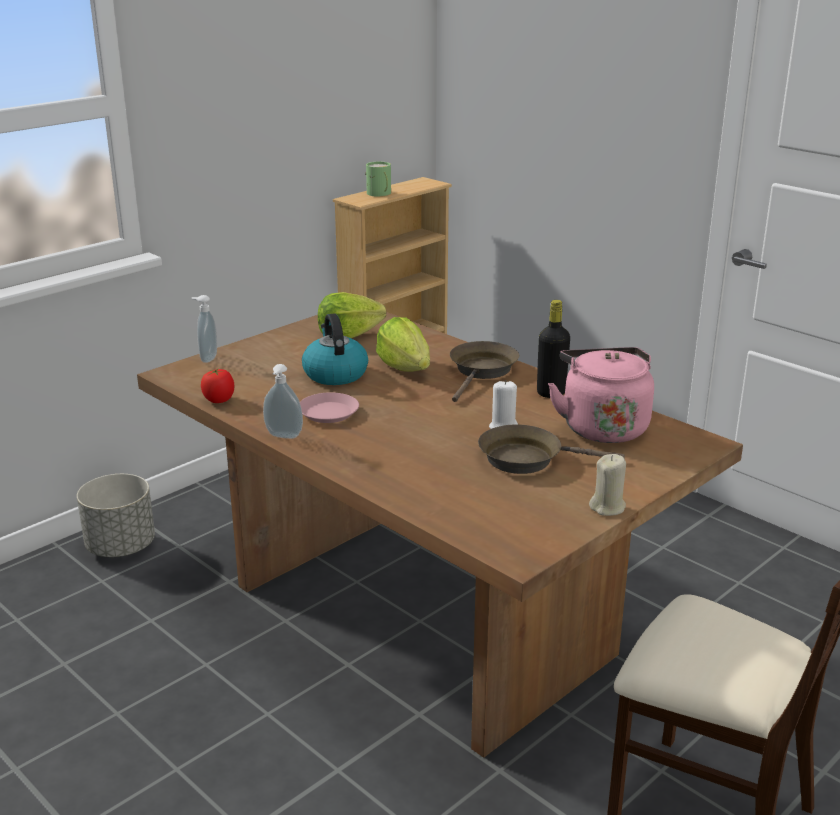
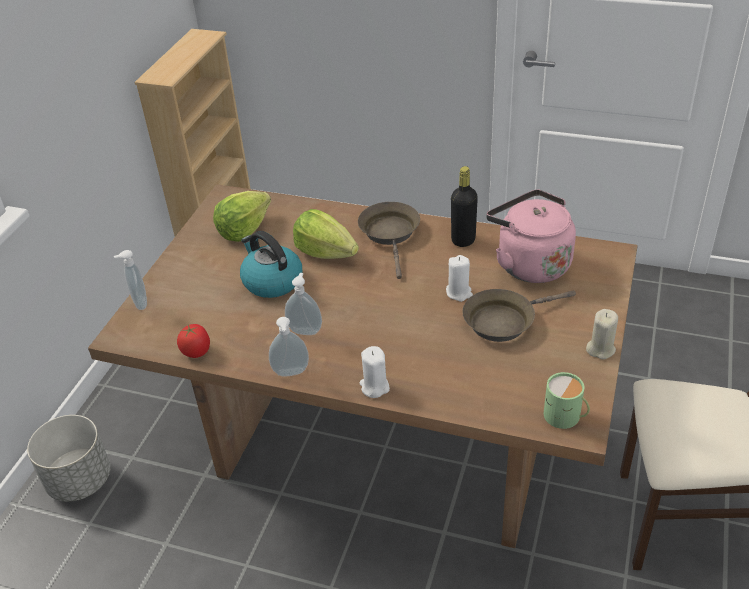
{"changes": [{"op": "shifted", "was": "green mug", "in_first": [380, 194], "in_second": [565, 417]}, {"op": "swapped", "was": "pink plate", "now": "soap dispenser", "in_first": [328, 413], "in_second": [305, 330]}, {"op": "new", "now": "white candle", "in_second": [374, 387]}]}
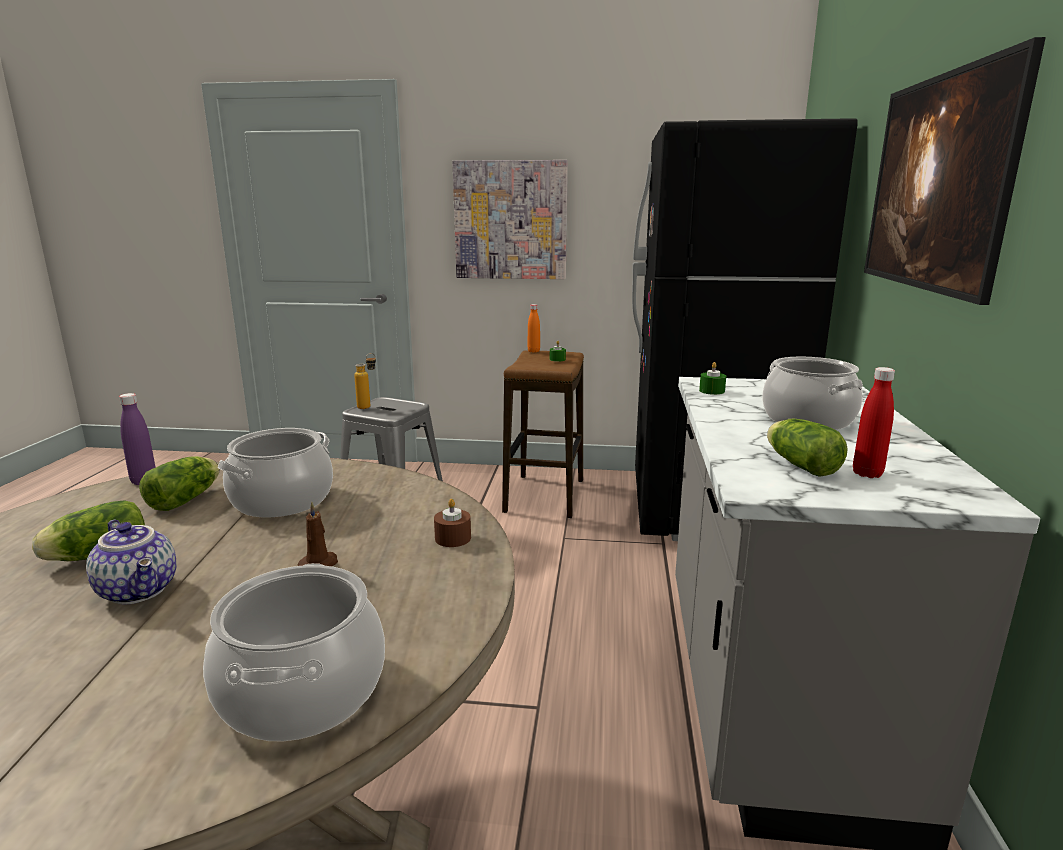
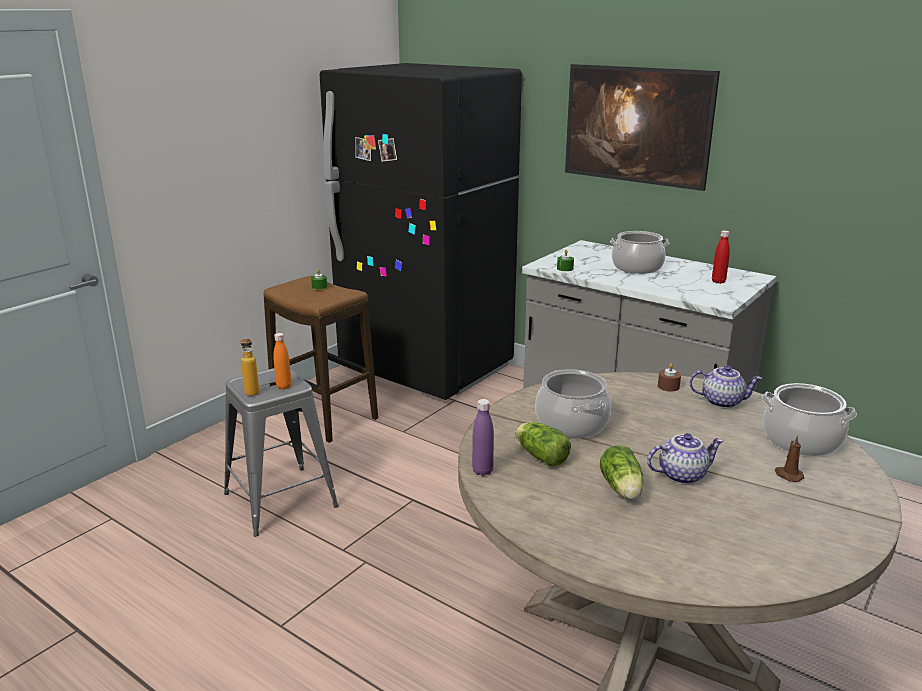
{"changes": [{"op": "gone", "was": "picture", "in_first": [510, 220]}, {"op": "shifted", "was": "orange bottle", "in_first": [533, 351], "in_second": [284, 386]}, {"op": "gone", "was": "lettuce", "in_first": [799, 465]}, {"op": "shifted", "was": "brown candle", "in_first": [320, 564], "in_second": [788, 475]}, {"op": "new", "now": "teapot", "in_second": [722, 401]}]}
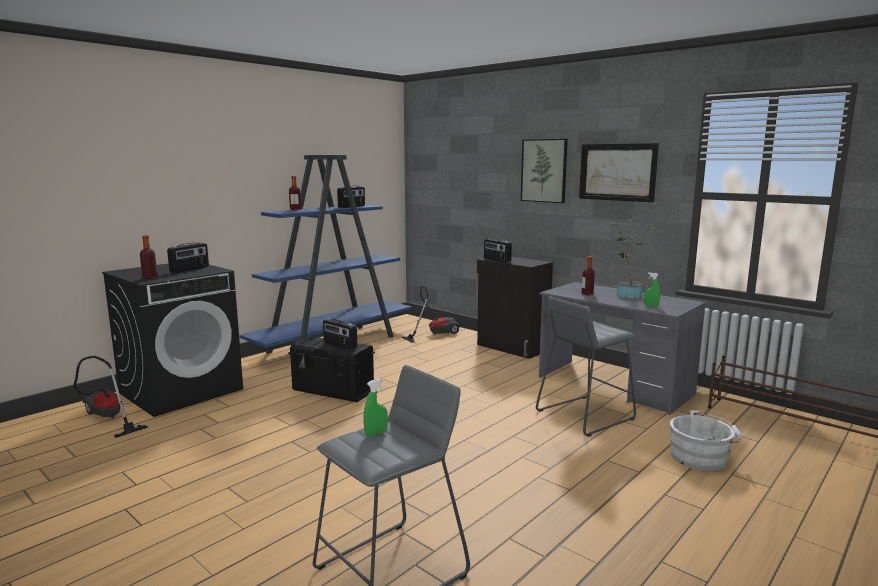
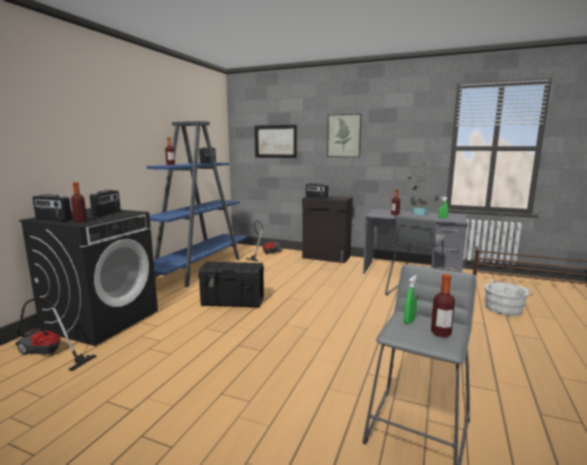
{"changes": [{"op": "shifted", "was": "picture", "in_first": [617, 172], "in_second": [275, 141]}, {"op": "shifted", "was": "radio", "in_first": [339, 345], "in_second": [53, 219]}, {"op": "new", "now": "bottle", "in_second": [441, 333]}]}
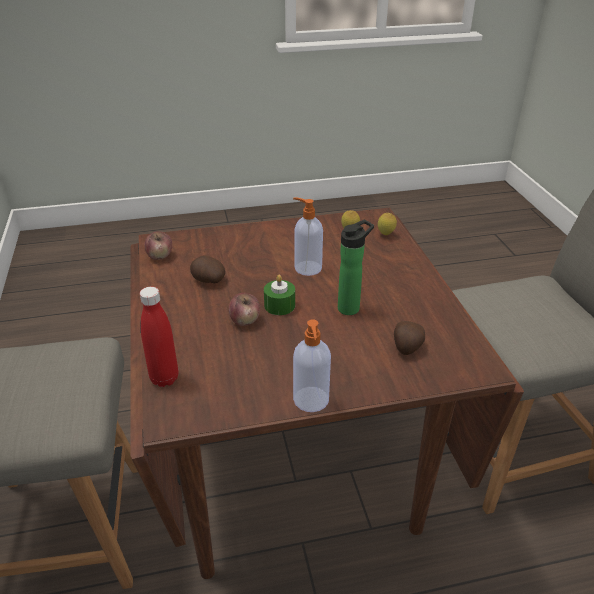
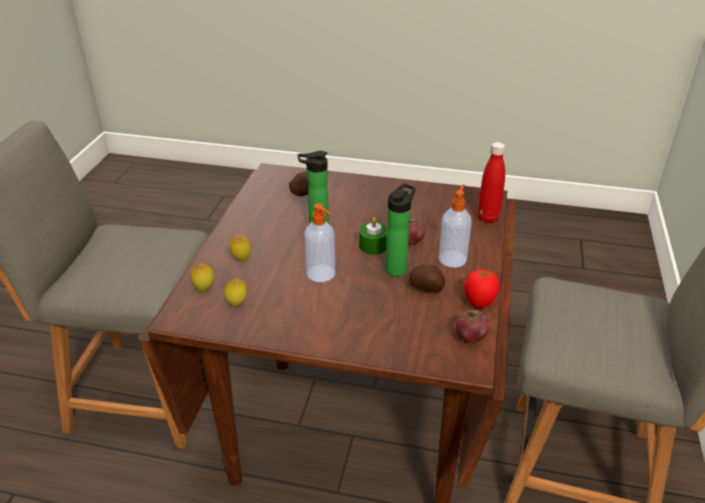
{"changes": [{"op": "shifted", "was": "soap dispenser", "in_first": [311, 400], "in_second": [452, 258]}, {"op": "new", "now": "bottle", "in_second": [398, 268]}, {"op": "new", "now": "lemon", "in_second": [241, 259]}, {"op": "new", "now": "tomato", "in_second": [479, 303]}]}
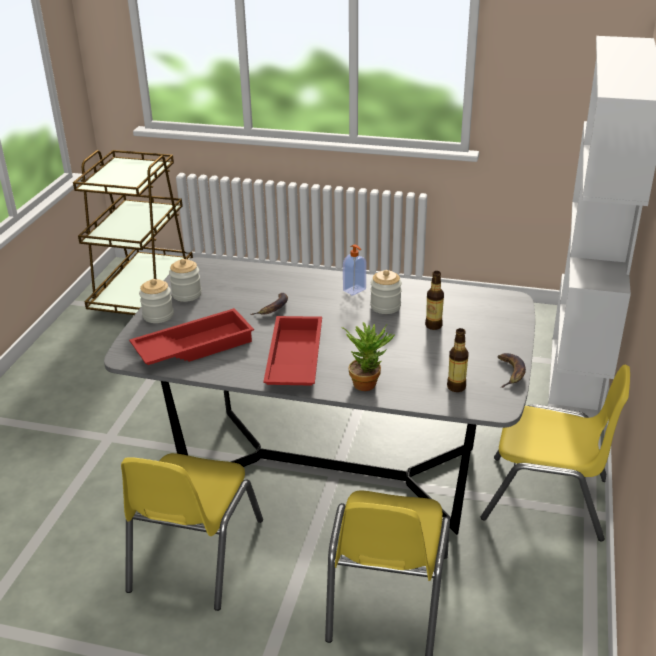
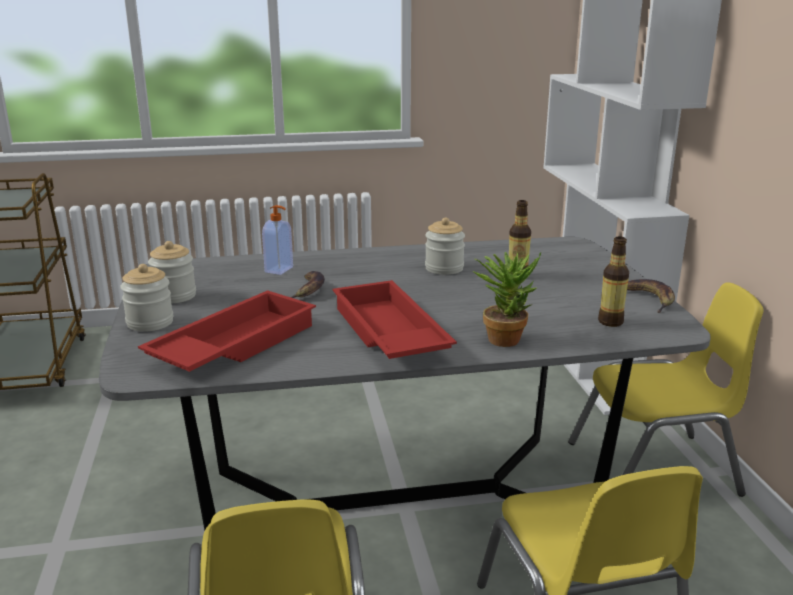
{"changes": [{"op": "shifted", "was": "soap dispenser", "in_first": [355, 290], "in_second": [280, 270]}]}
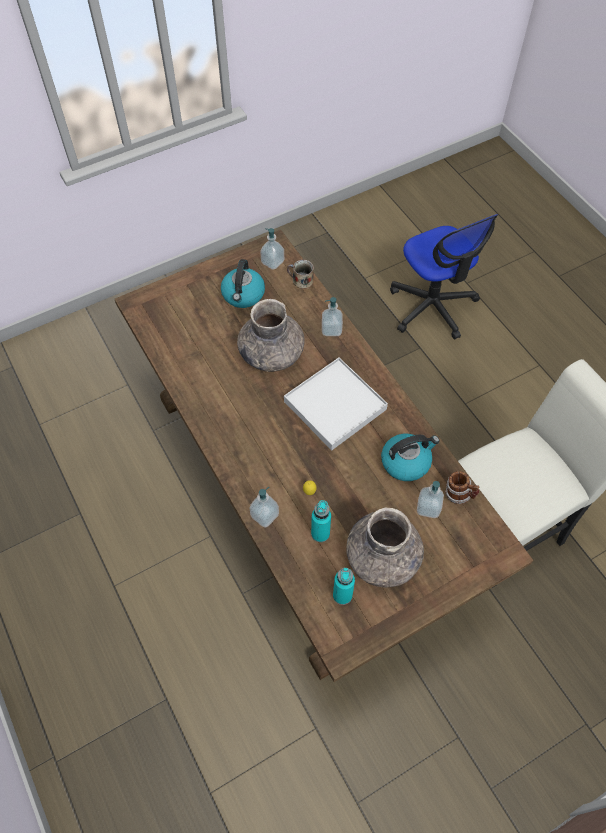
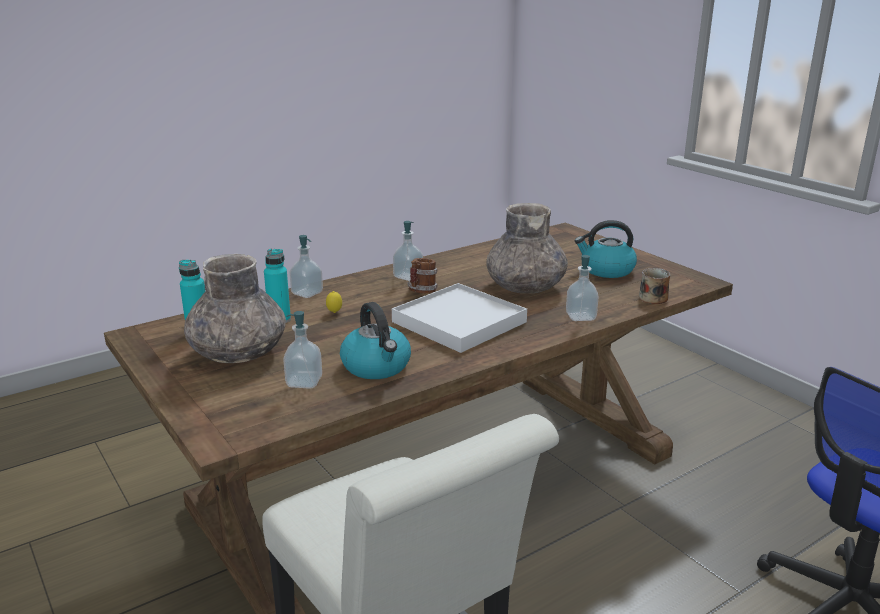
{"changes": [{"op": "shifted", "was": "soap dispenser", "in_first": [272, 262], "in_second": [408, 276]}, {"op": "shifted", "was": "mug", "in_first": [459, 494], "in_second": [422, 292]}]}
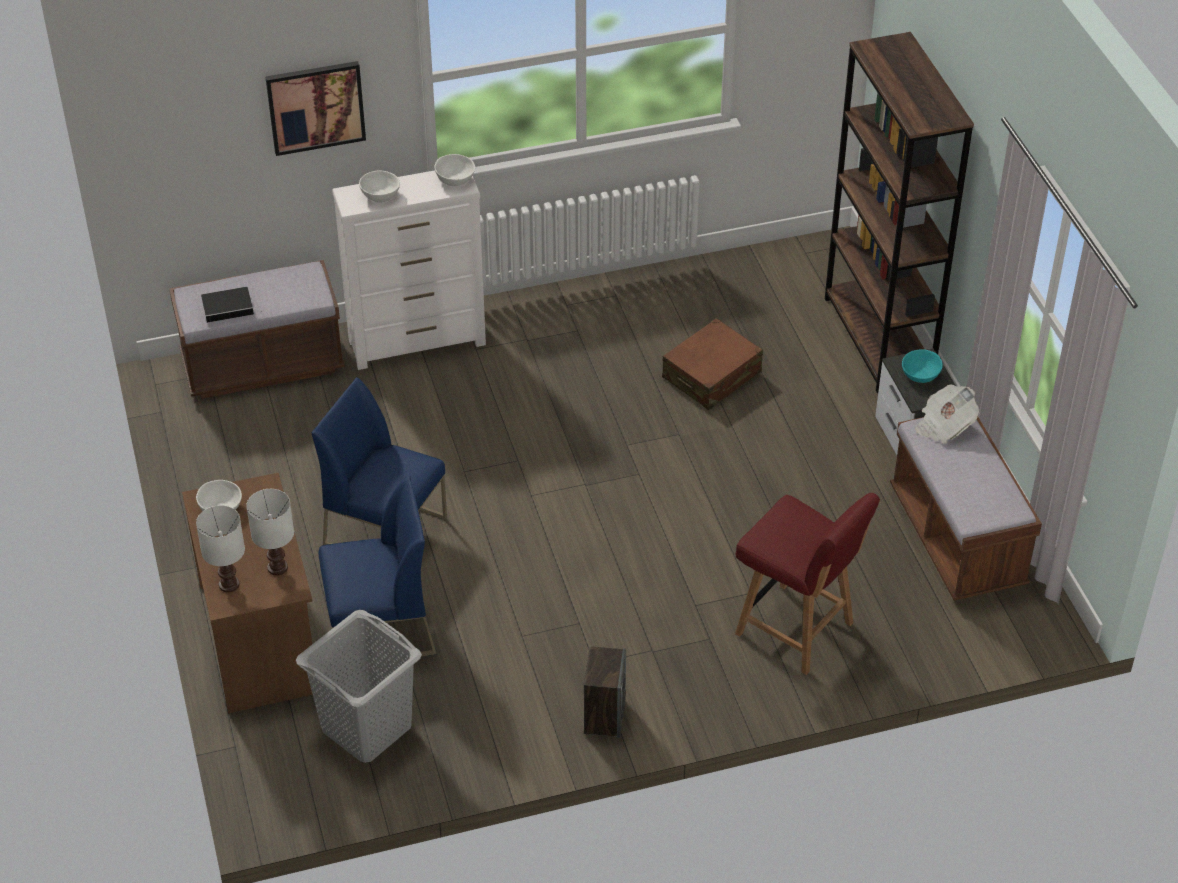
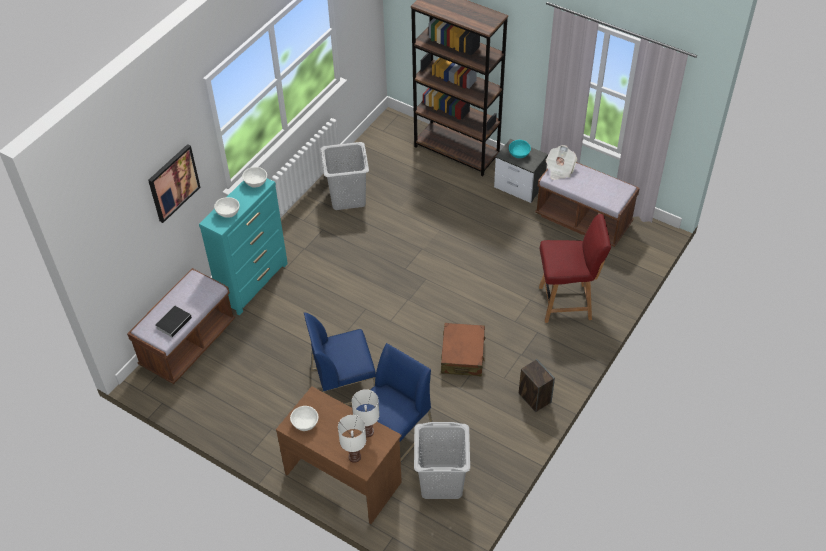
{"changes": [{"op": "repainted", "was": "white dresser", "now": "turquoise dresser", "in_first": [418, 343], "in_second": [254, 283]}, {"op": "shifted", "was": "brown suitcase", "in_first": [712, 375], "in_second": [462, 355]}, {"op": "new", "now": "grey laundry basket", "in_second": [348, 198]}]}
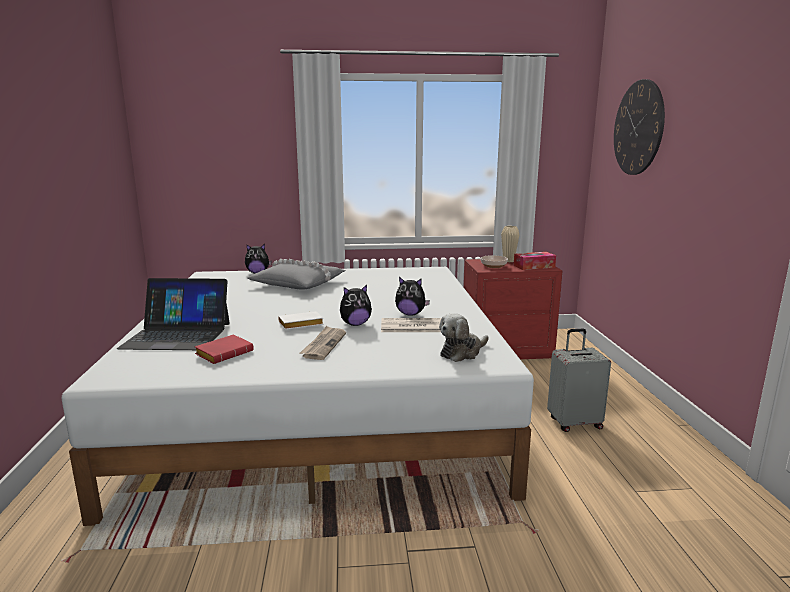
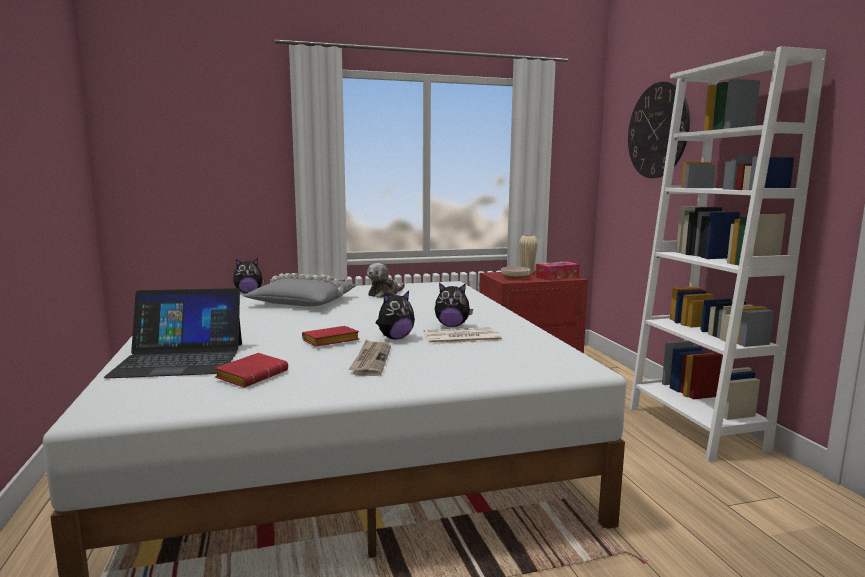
{"changes": [{"op": "repainted", "was": "white book", "now": "red book", "in_first": [300, 325], "in_second": [330, 342]}, {"op": "shifted", "was": "plush toy", "in_first": [462, 352], "in_second": [385, 294]}, {"op": "gone", "was": "grey suitcase", "in_first": [574, 423]}, {"op": "new", "now": "white bookcase", "in_second": [695, 428]}]}
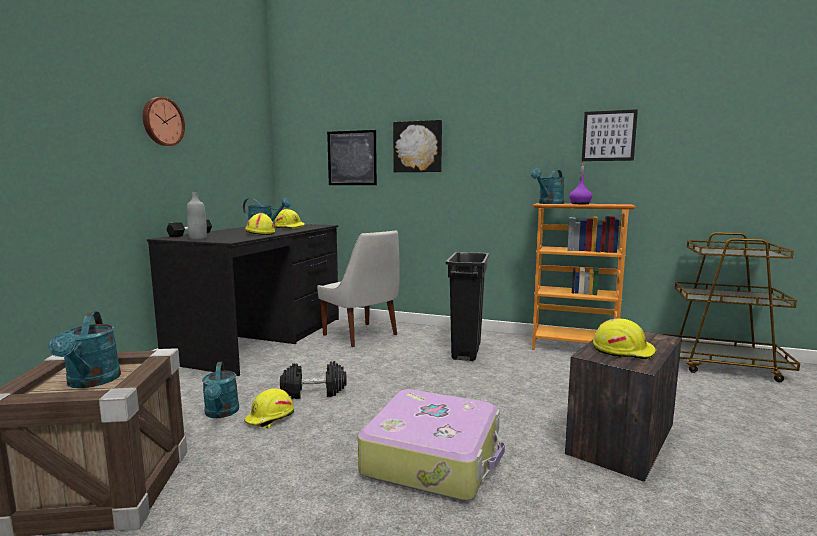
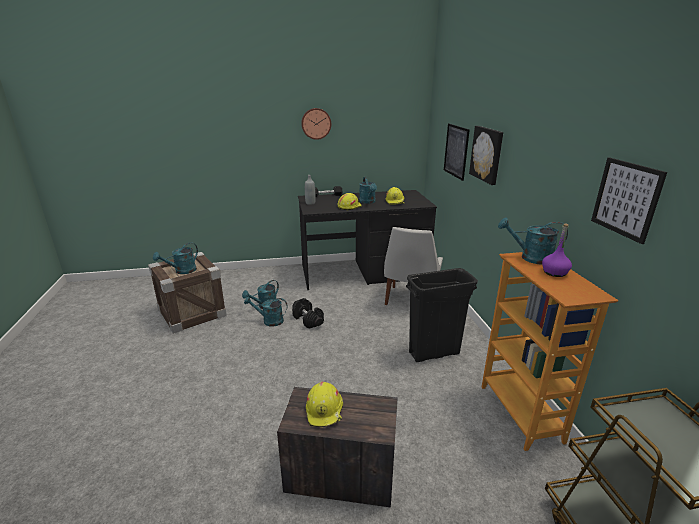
{"changes": [{"op": "swapped", "was": "yellow hard hat", "now": "turquoise watering can", "in_first": [270, 418], "in_second": [269, 321]}, {"op": "gone", "was": "suitcase", "in_first": [433, 458]}]}
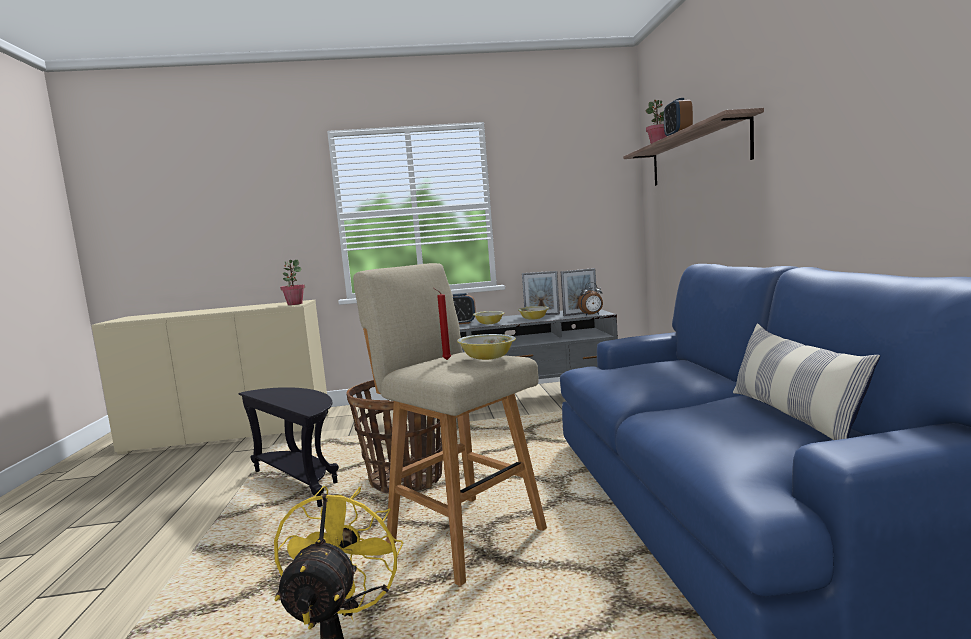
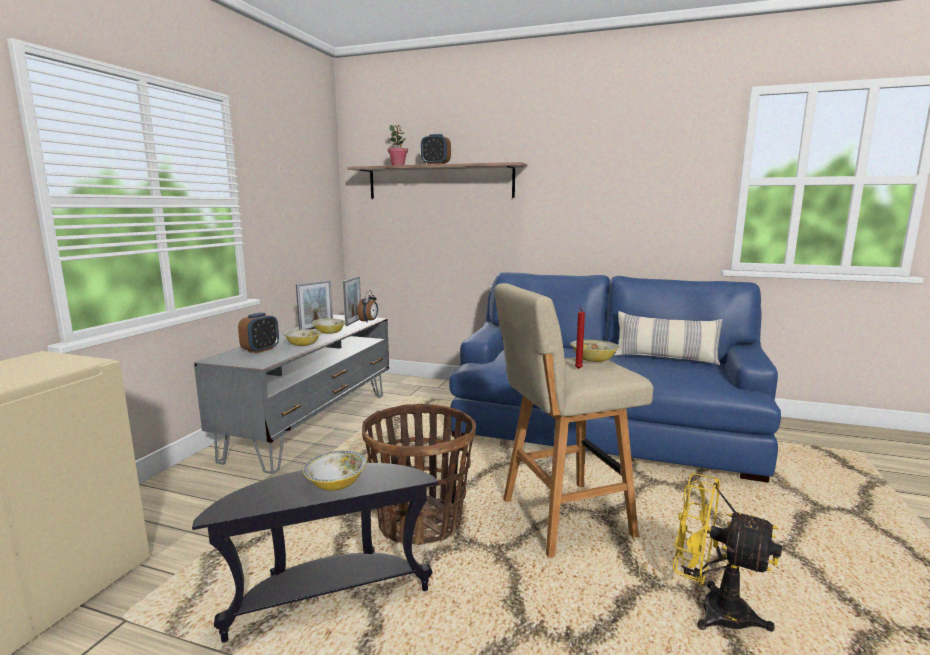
{"changes": [{"op": "gone", "was": "potted plant", "in_first": [295, 304]}, {"op": "new", "now": "bowl", "in_second": [336, 484]}]}
